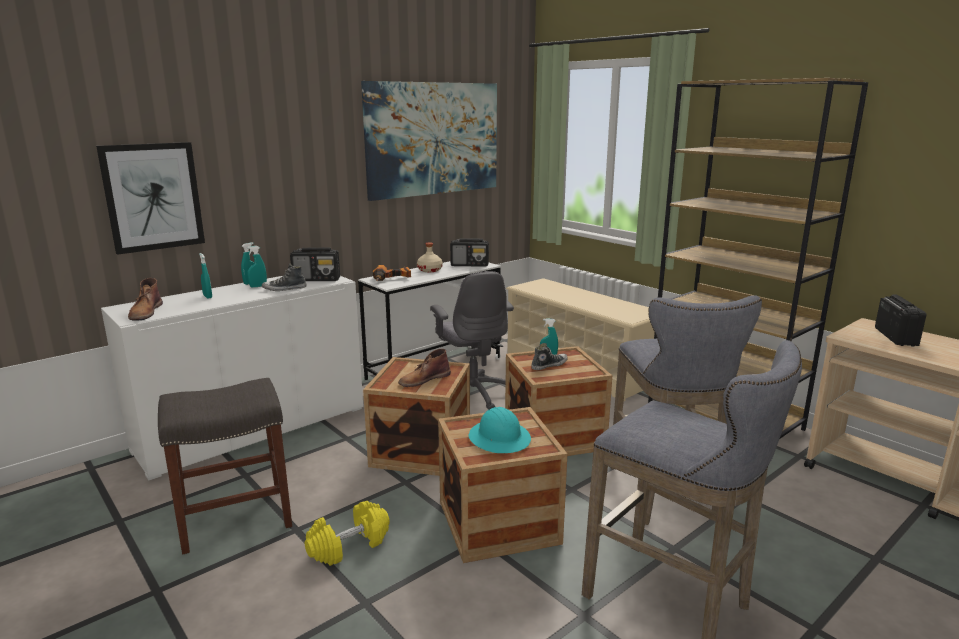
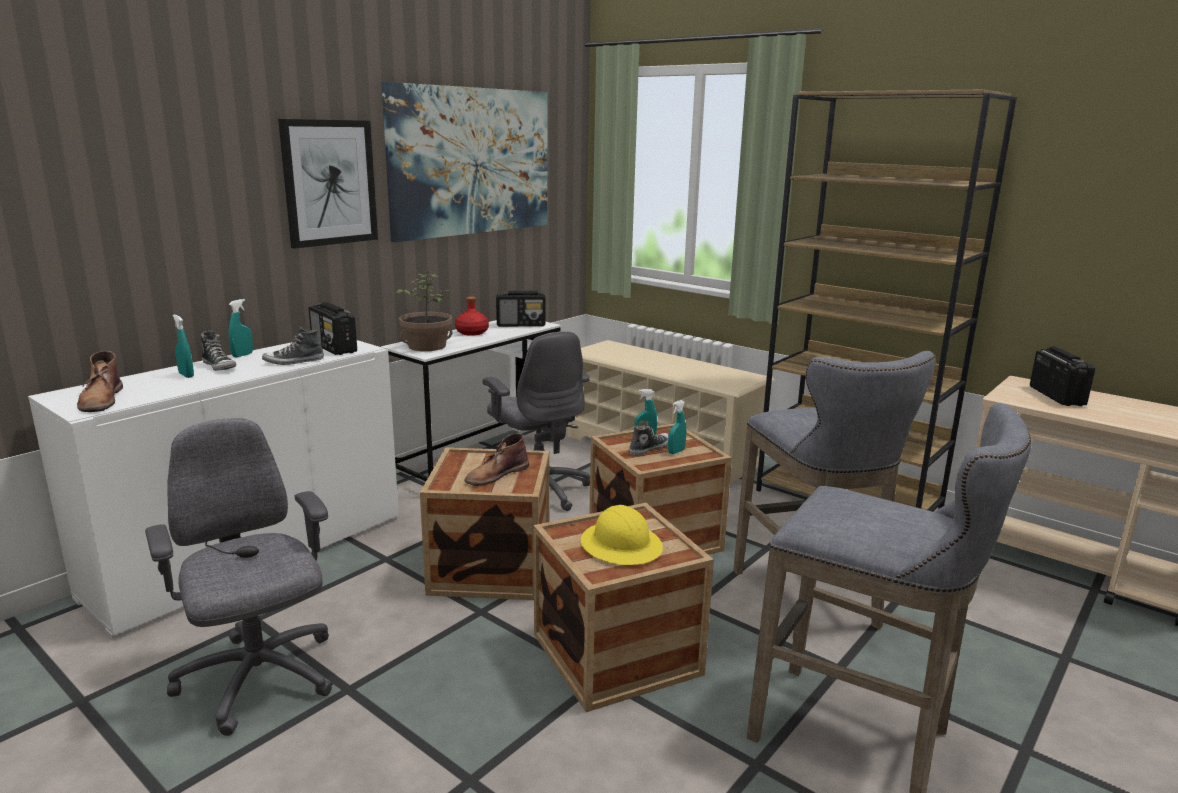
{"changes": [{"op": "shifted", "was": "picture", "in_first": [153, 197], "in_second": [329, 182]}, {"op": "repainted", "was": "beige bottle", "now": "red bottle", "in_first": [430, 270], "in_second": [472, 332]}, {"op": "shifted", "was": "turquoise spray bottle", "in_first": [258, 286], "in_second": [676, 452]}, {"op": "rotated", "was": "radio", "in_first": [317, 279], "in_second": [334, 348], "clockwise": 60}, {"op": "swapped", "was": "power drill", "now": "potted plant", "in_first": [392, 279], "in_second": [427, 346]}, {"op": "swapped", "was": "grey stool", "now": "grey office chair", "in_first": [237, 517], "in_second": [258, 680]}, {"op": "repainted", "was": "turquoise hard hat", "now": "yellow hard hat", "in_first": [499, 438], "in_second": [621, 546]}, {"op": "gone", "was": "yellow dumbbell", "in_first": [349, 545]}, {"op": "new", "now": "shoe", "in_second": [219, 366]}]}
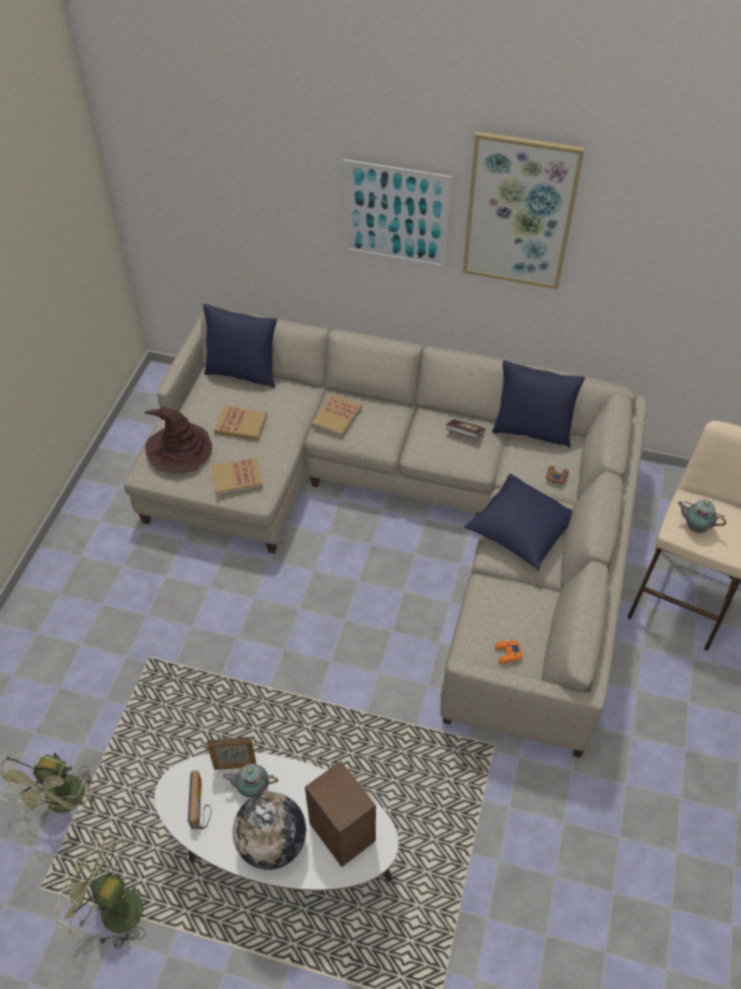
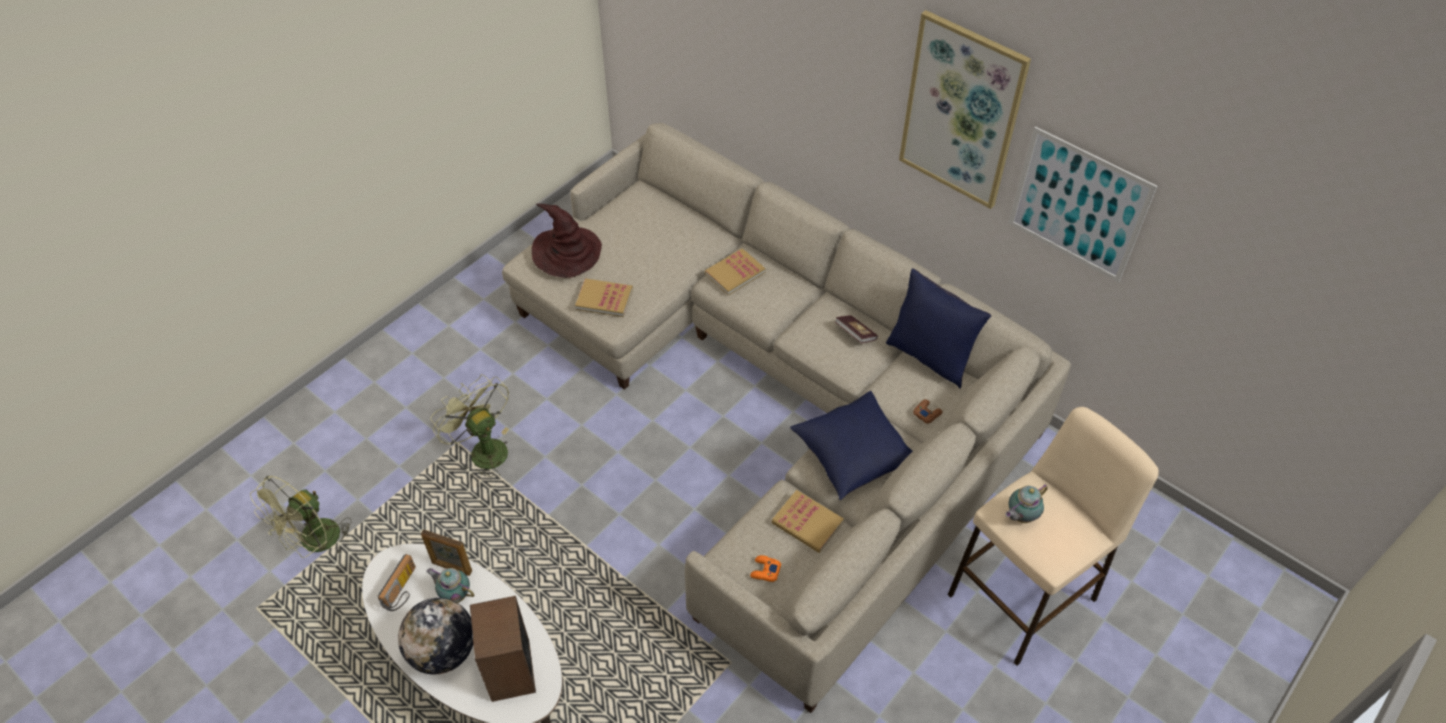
{"changes": [{"op": "shifted", "was": "picture", "in_first": [396, 215], "in_second": [1078, 205]}, {"op": "gone", "was": "blue pillow", "in_first": [243, 373]}, {"op": "shifted", "was": "book", "in_first": [241, 425], "in_second": [807, 523]}, {"op": "rotated", "was": "teapot", "in_first": [694, 527], "in_second": [1020, 516], "clockwise": -90}, {"op": "shifted", "was": "green fan", "in_first": [112, 908], "in_second": [483, 449]}]}
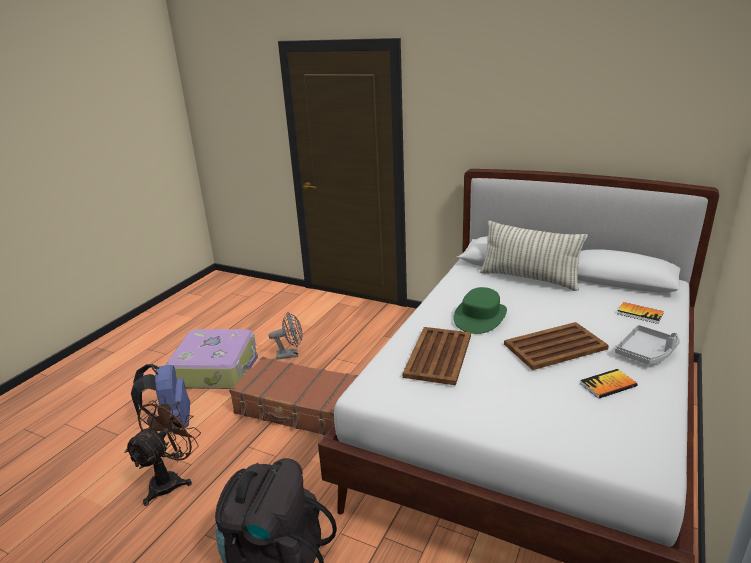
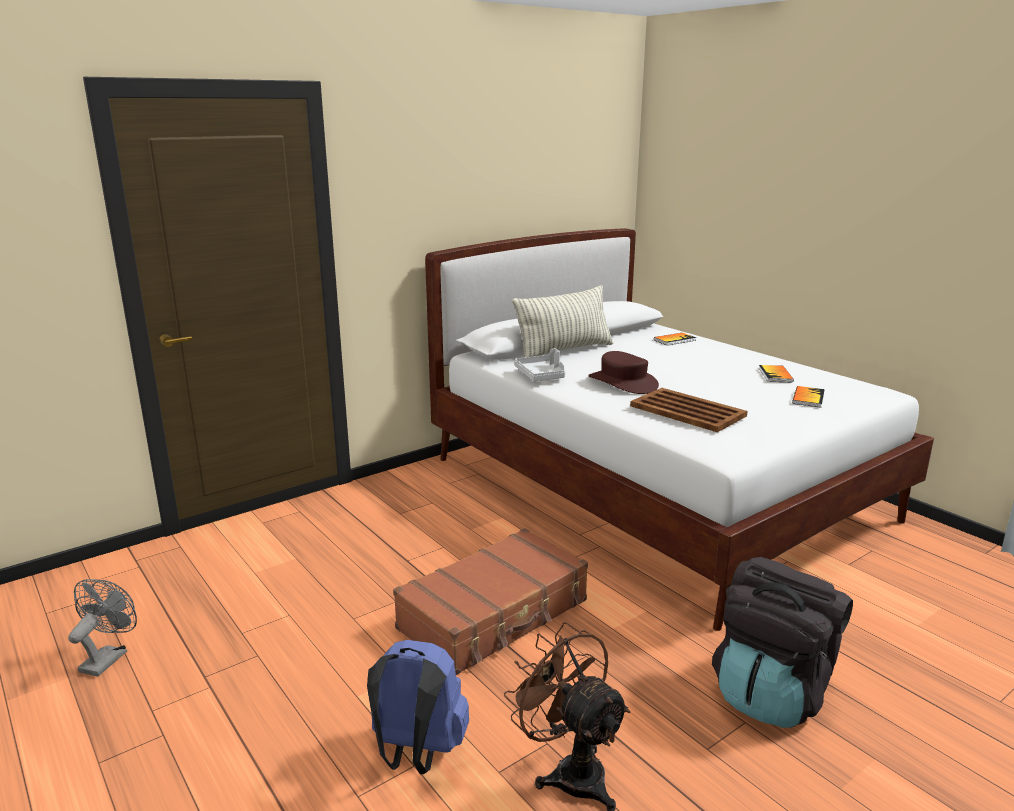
{"changes": [{"op": "repainted", "was": "green hat", "now": "brown hat", "in_first": [480, 317], "in_second": [623, 382]}, {"op": "shifted", "was": "grey fan", "in_first": [291, 354], "in_second": [108, 657]}, {"op": "gone", "was": "brown tray", "in_first": [554, 346]}, {"op": "shifted", "was": "grey tray", "in_first": [646, 353], "in_second": [542, 375]}, {"op": "gone", "was": "suitcase", "in_first": [216, 368]}, {"op": "new", "now": "book", "in_second": [808, 398]}]}
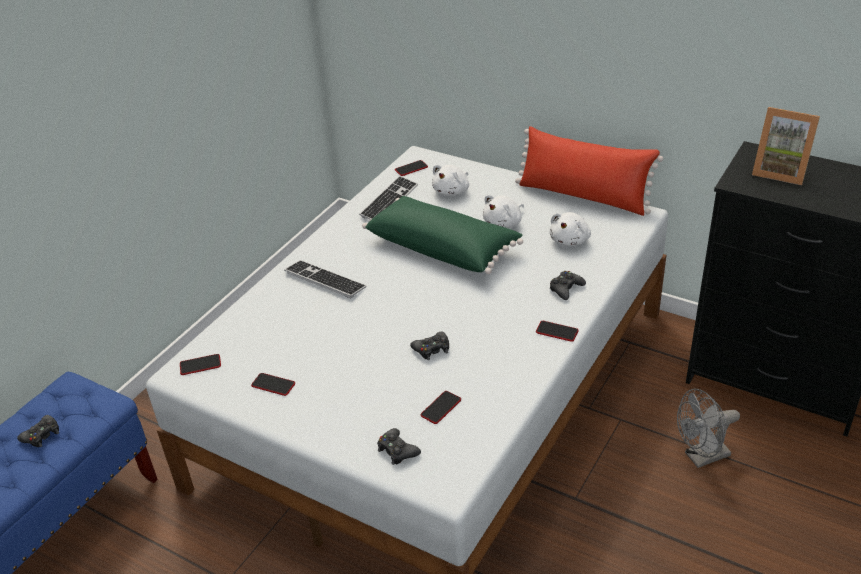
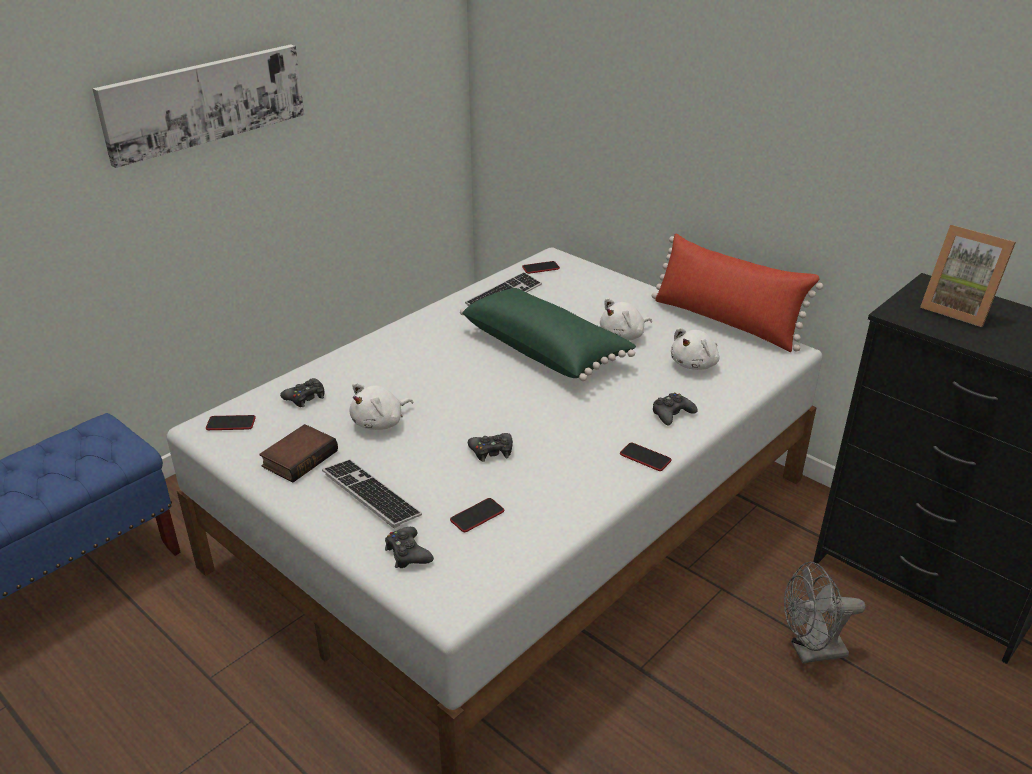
{"changes": [{"op": "shifted", "was": "white plush toy", "in_first": [452, 191], "in_second": [380, 422]}, {"op": "shifted", "was": "keyboard", "in_first": [325, 280], "in_second": [371, 494]}, {"op": "swapped", "was": "phone", "now": "book", "in_first": [273, 385], "in_second": [299, 457]}, {"op": "shifted", "was": "black game controller", "in_first": [42, 435], "in_second": [305, 397]}, {"op": "new", "now": "picture", "in_second": [204, 101]}]}
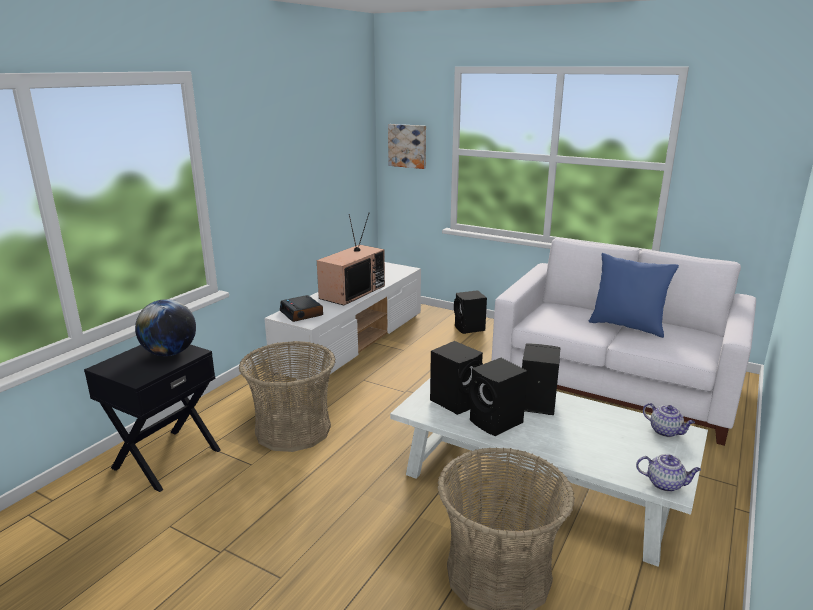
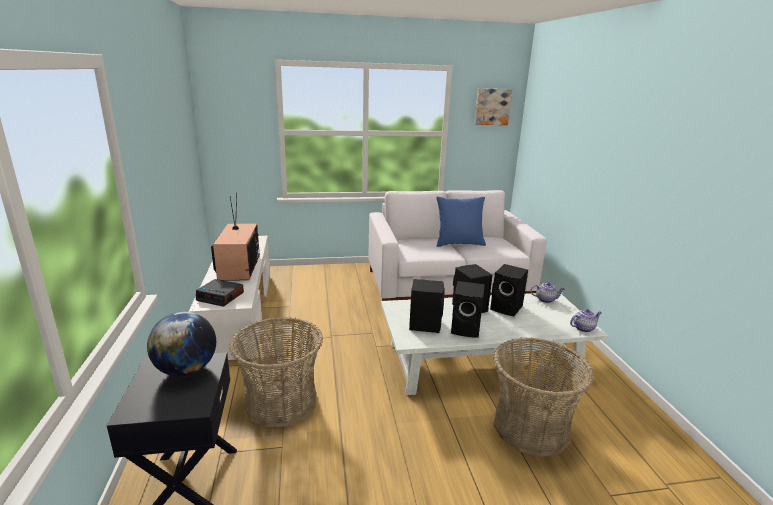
{"changes": [{"op": "shifted", "was": "picture", "in_first": [408, 146], "in_second": [492, 106]}, {"op": "shifted", "was": "black speaker", "in_first": [469, 328], "in_second": [507, 308]}]}
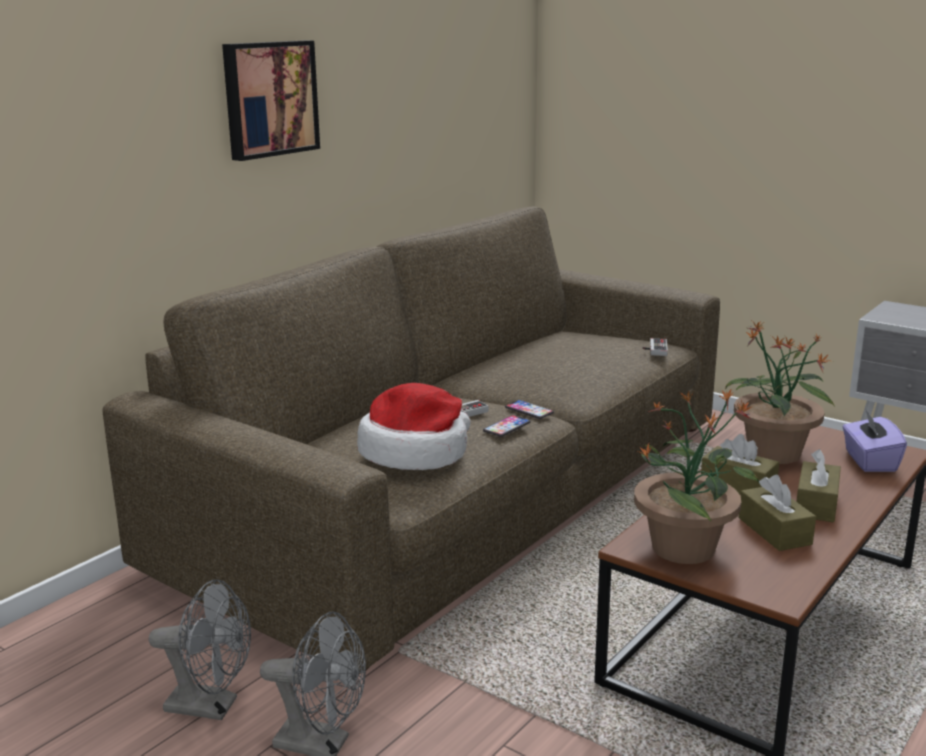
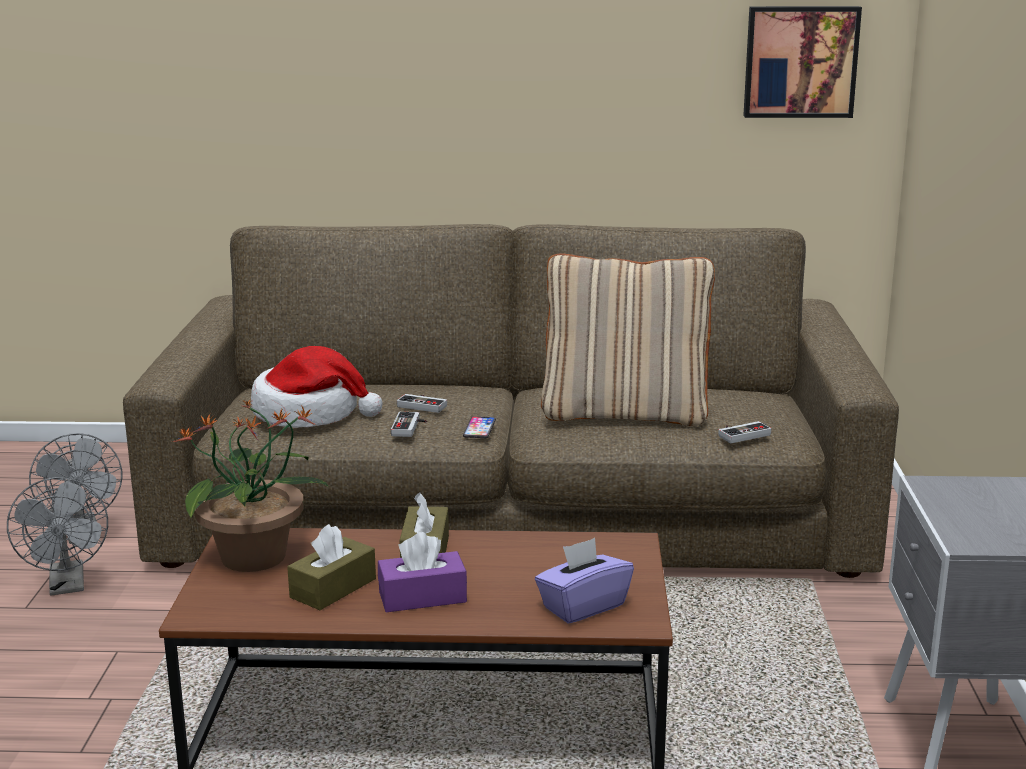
{"changes": [{"op": "shifted", "was": "picture", "in_first": [269, 98], "in_second": [800, 61]}, {"op": "gone", "was": "potted plant", "in_first": [773, 454]}, {"op": "swapped", "was": "phone", "now": "game controller", "in_first": [507, 427], "in_second": [410, 427]}, {"op": "repainted", "was": "brown tissue box", "now": "purple tissue box", "in_first": [816, 504], "in_second": [422, 597]}, {"op": "new", "now": "beige pillow", "in_second": [625, 413]}]}
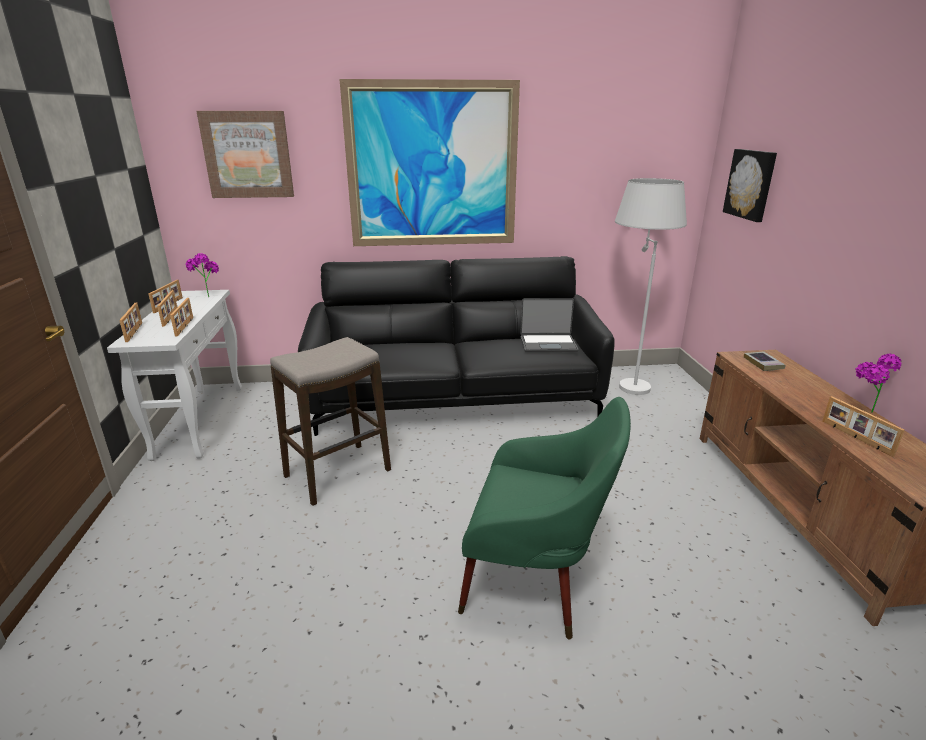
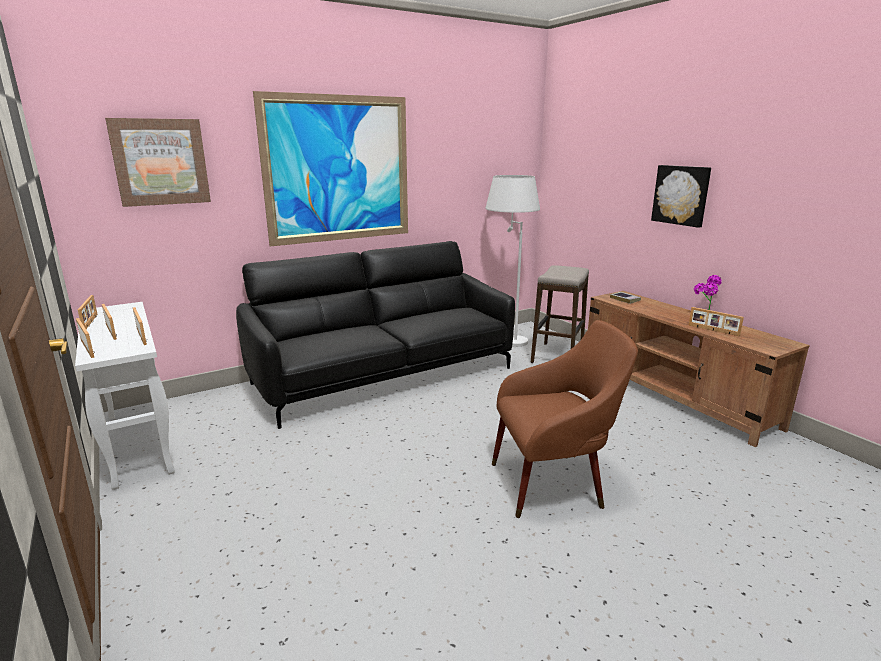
{"changes": [{"op": "shifted", "was": "picture", "in_first": [751, 184], "in_second": [681, 195]}, {"op": "gone", "was": "potted plant", "in_first": [207, 295]}, {"op": "gone", "was": "laptop", "in_first": [548, 344]}, {"op": "shifted", "was": "stool", "in_first": [338, 473], "in_second": [557, 356]}, {"op": "repainted", "was": "green armchair", "now": "brown armchair", "in_first": [534, 584], "in_second": [553, 483]}]}
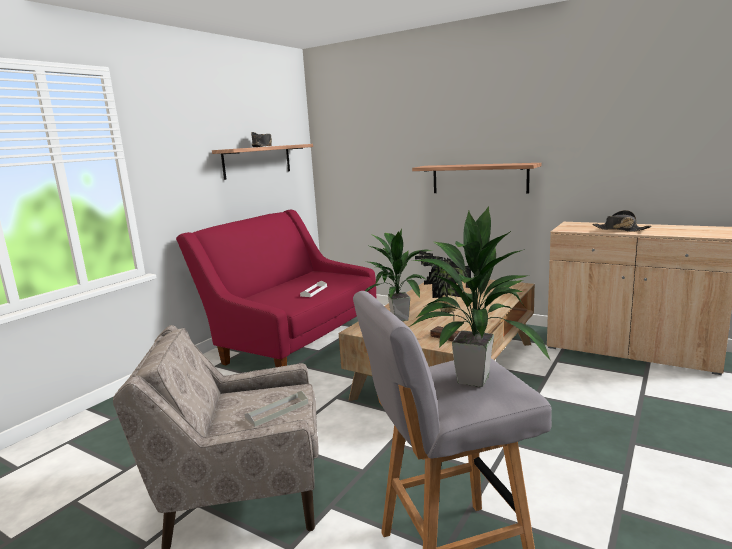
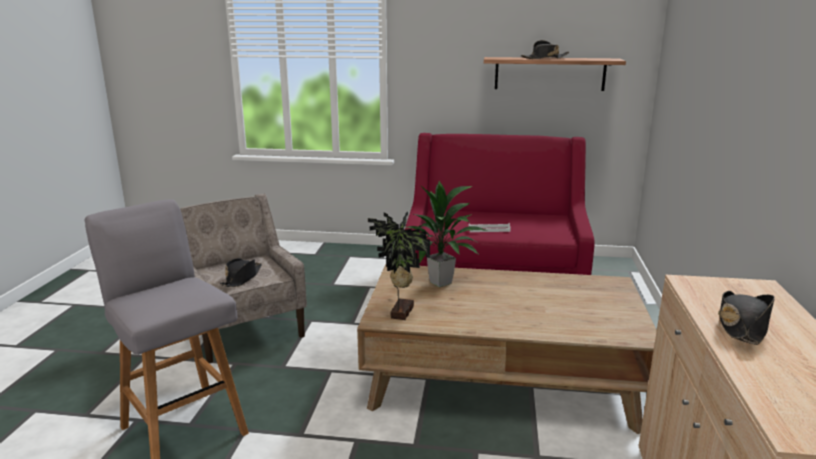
{"changes": [{"op": "gone", "was": "shelf", "in_first": [479, 178]}, {"op": "gone", "was": "potted plant", "in_first": [472, 380]}, {"op": "swapped", "was": "grey tray", "now": "black hat", "in_first": [277, 411], "in_second": [242, 278]}]}
